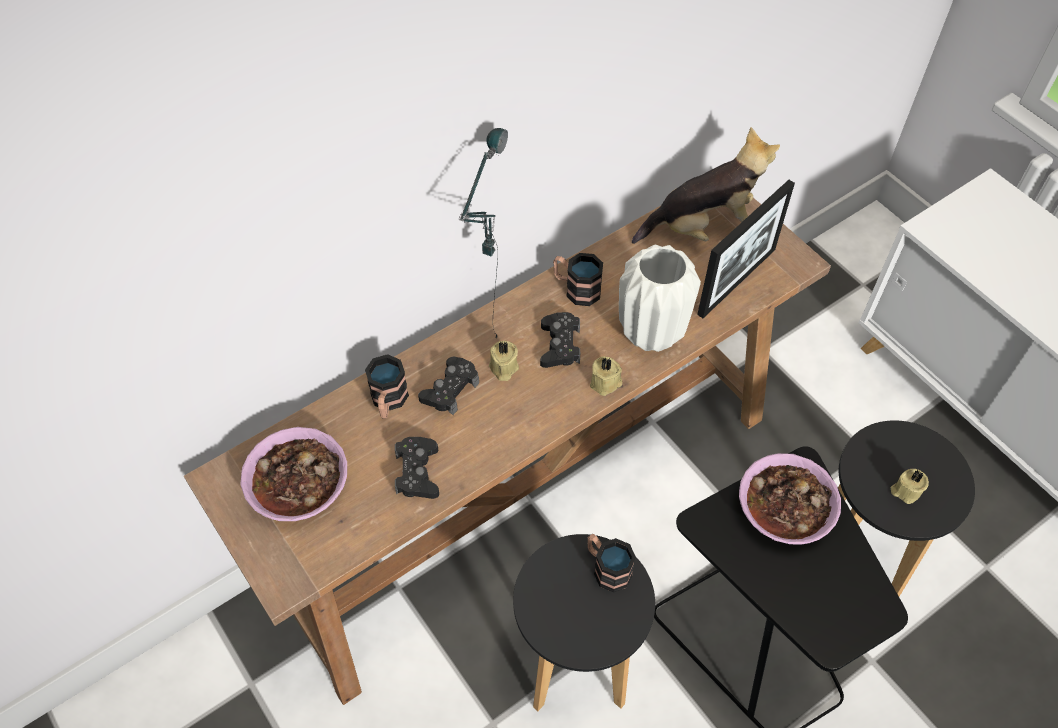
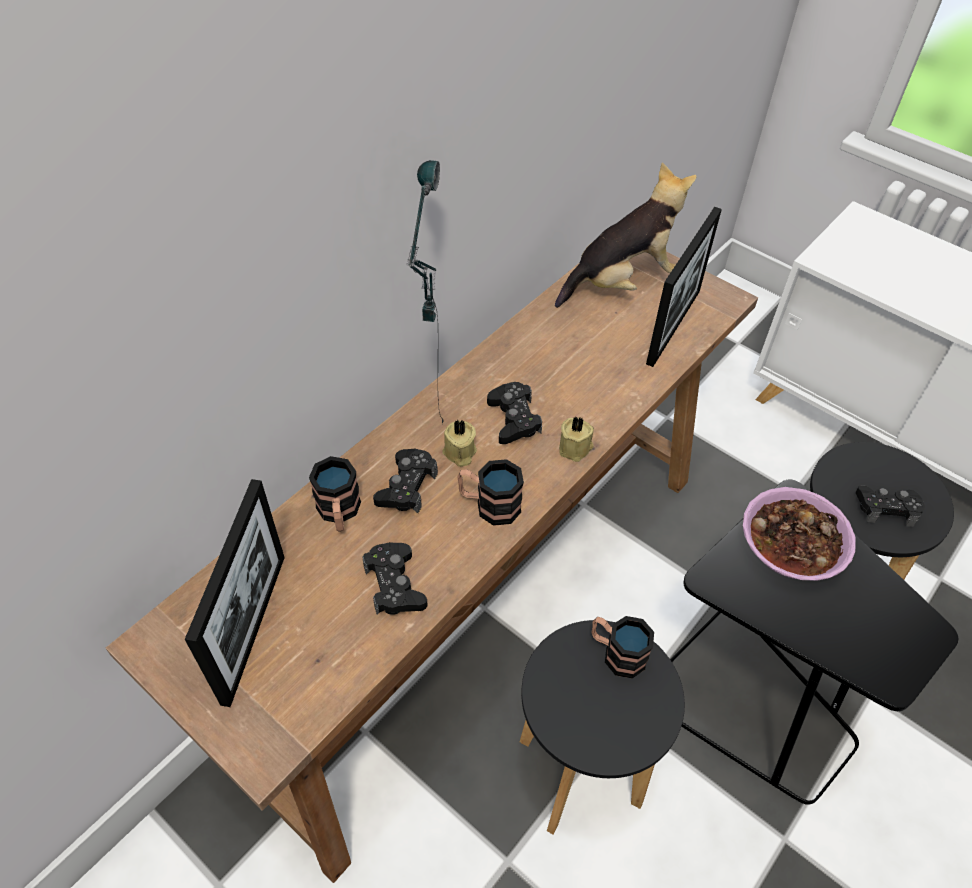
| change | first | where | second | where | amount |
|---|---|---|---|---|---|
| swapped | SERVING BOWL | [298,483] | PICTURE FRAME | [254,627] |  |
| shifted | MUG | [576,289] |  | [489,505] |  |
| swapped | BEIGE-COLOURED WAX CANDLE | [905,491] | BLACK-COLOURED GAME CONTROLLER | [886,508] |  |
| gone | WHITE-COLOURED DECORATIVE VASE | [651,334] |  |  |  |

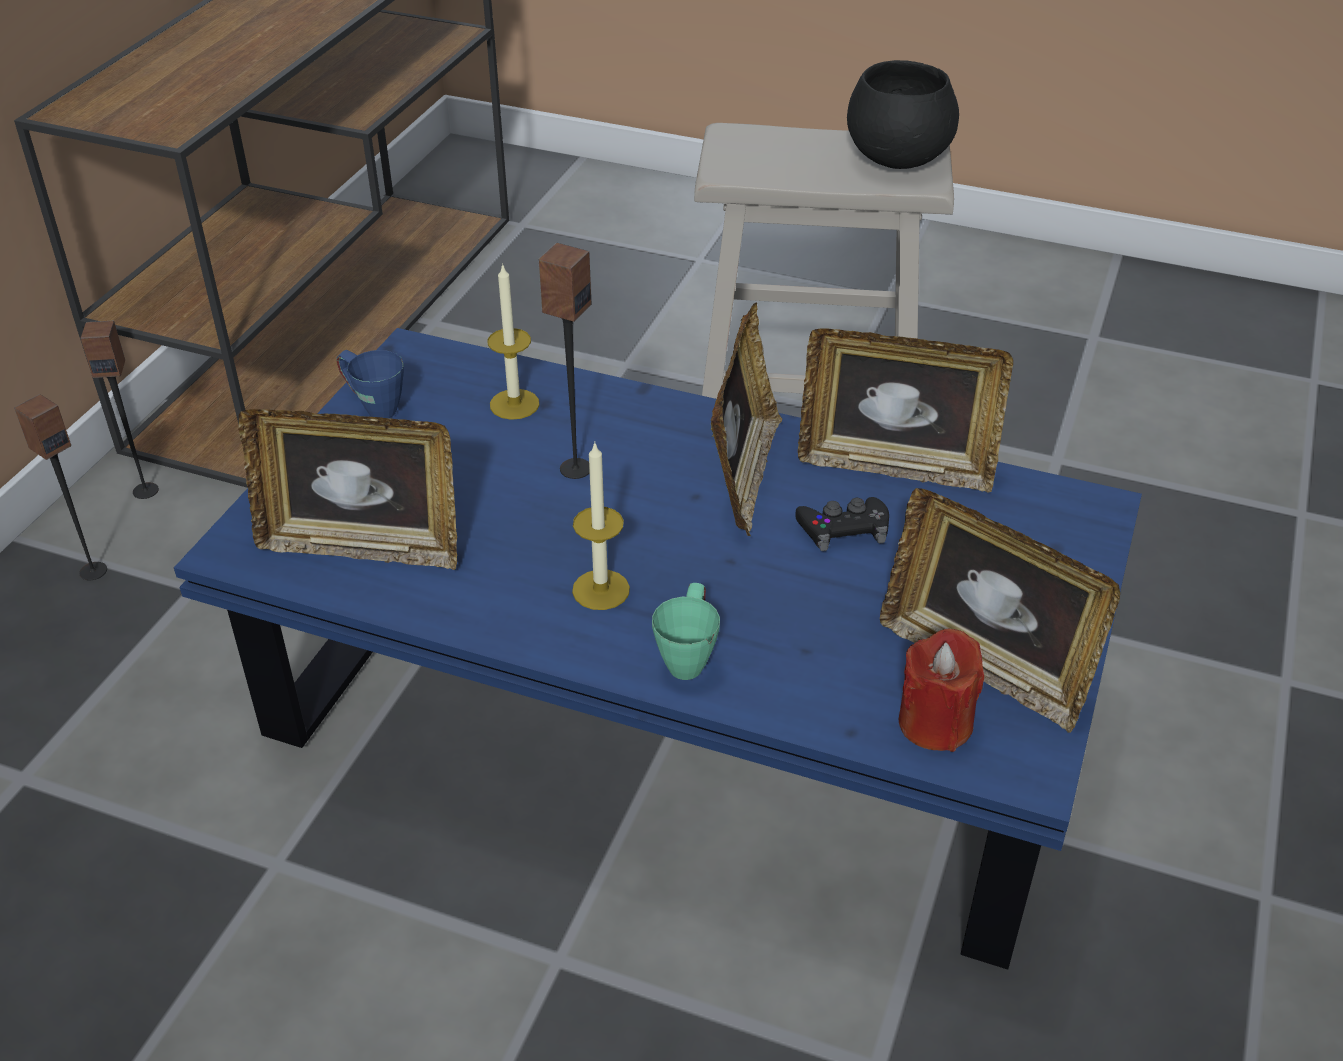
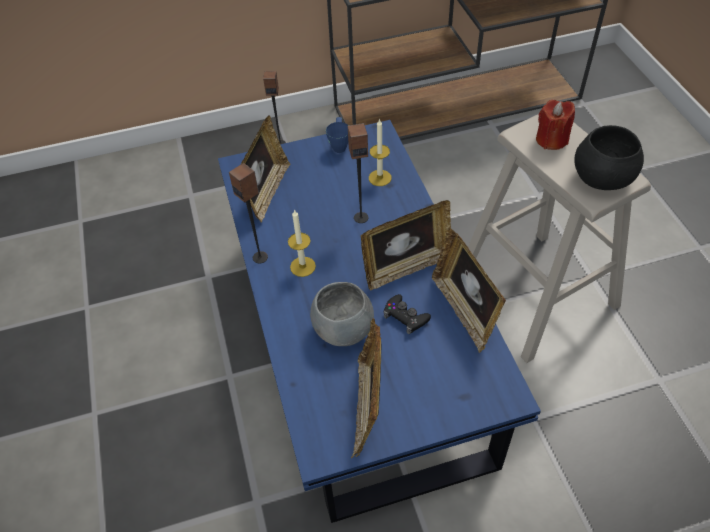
| change | first | where | second | where | amount |
|---|---|---|---|---|---|
| shifted | LOUDSPEAKER | [146,490] |  | [260,257] |  |
| rotated | PICTURE FRAME | [362,546] |  | [267,192] | 135 degrees counterclockwise |
| new |  |  | GREYISH SERVING BOWL | [344,328] |  |
| shifted | RED-COLOURED WAX CANDLE | [935,723] |  | [551,140] |  |
| gone | GREENISH MUG | [688,656] |  |  |  |

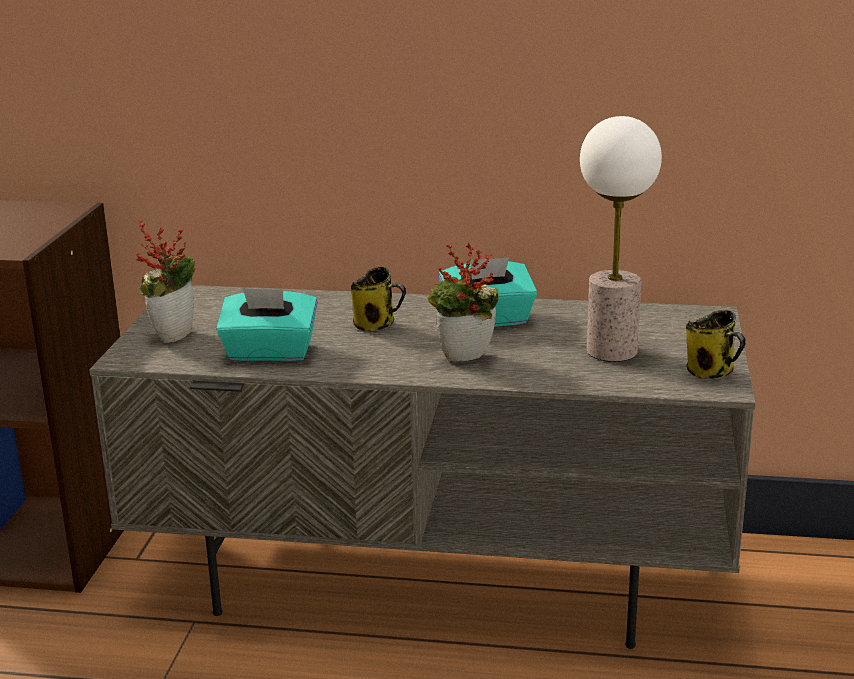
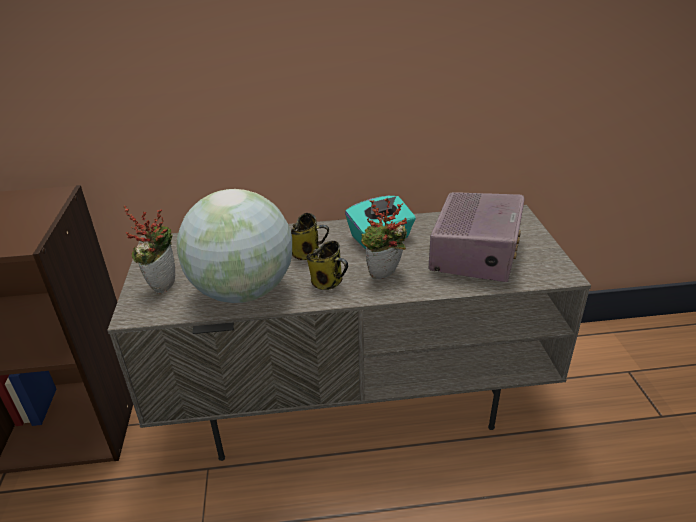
| change | first | where | second | where | amount |
|---|---|---|---|---|---|
| swapped | BLUE-GREEN TISSUE BOX | [269,353] | GLOBE | [243,291] |  |
| shifted | MUG | [712,372] |  | [328,283] |  |
| swapped | TABLE LAMP | [612,351] | RADIO RECEIVER | [475,253] |  |

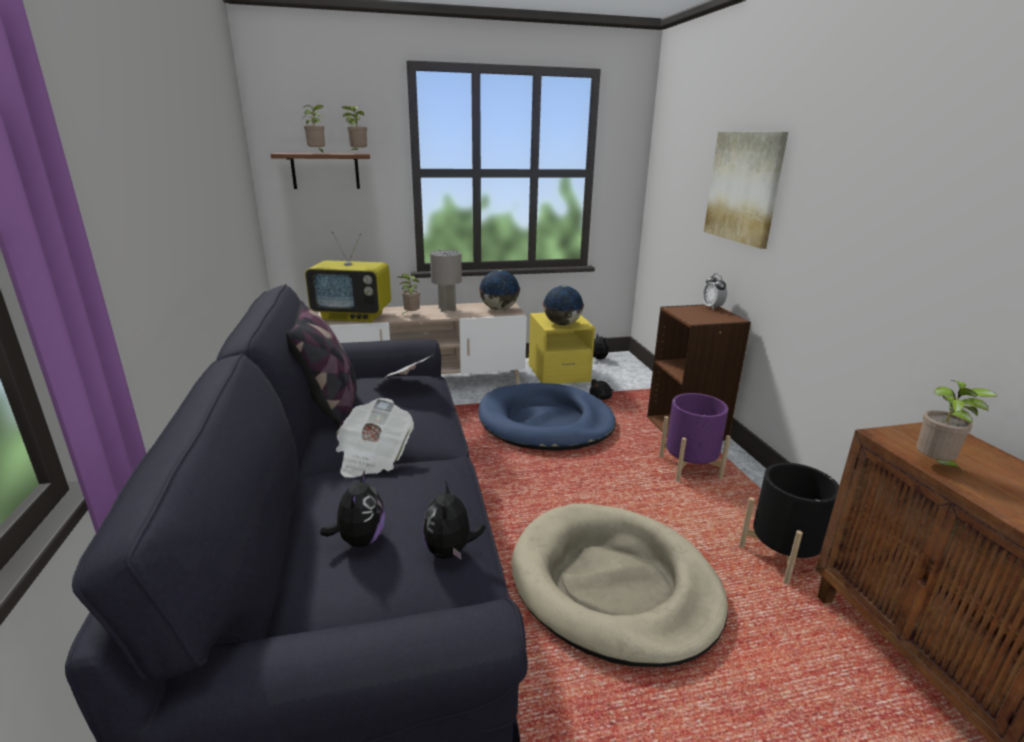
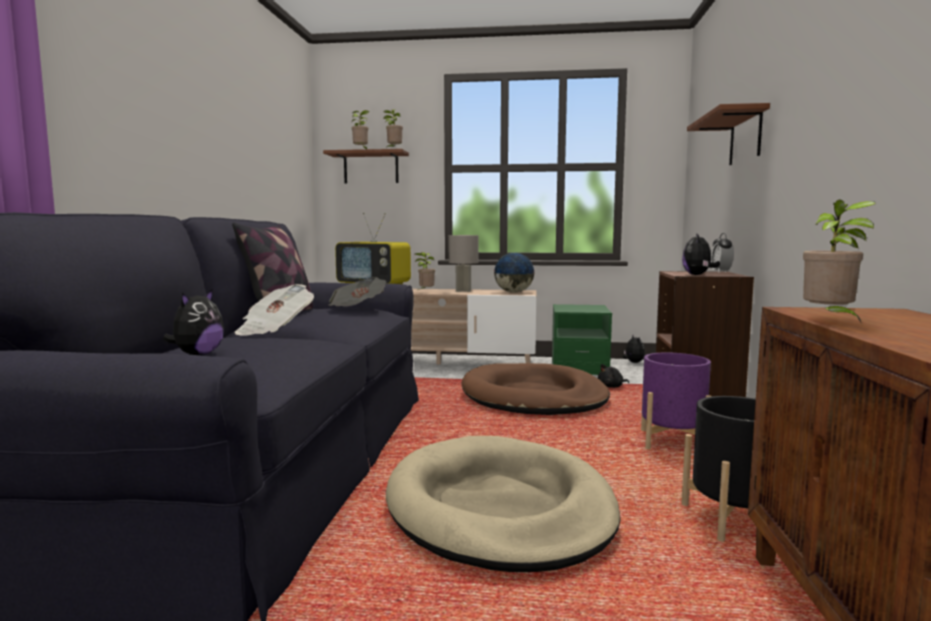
| change | first | where | second | where | amount |
|---|---|---|---|---|---|
| repainted | BLUISH PET BED | [545,422] | BROWNISH PET BED | [533,396] |  |
| repainted | YELLOWISH BEDSIDE TABLE | [558,373] | GREENISH BEDSIDE TABLE | [579,368] |  |
| shifted | PLUSH TOY | [451,551] |  | [698,275] |  |
| swapped | PICTURE | [744,187] | BROWNISH WALL SHELF | [745,138] |  |
| gone | GLOBE | [562,324] |  |  |  |

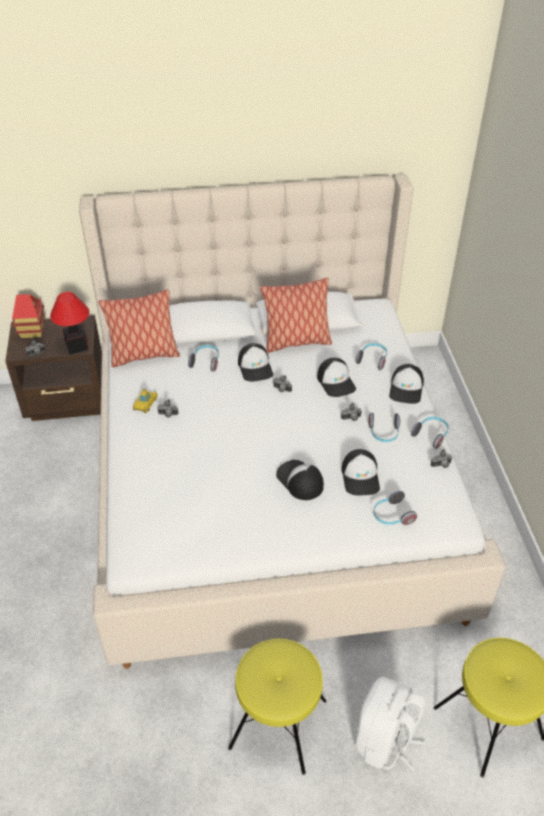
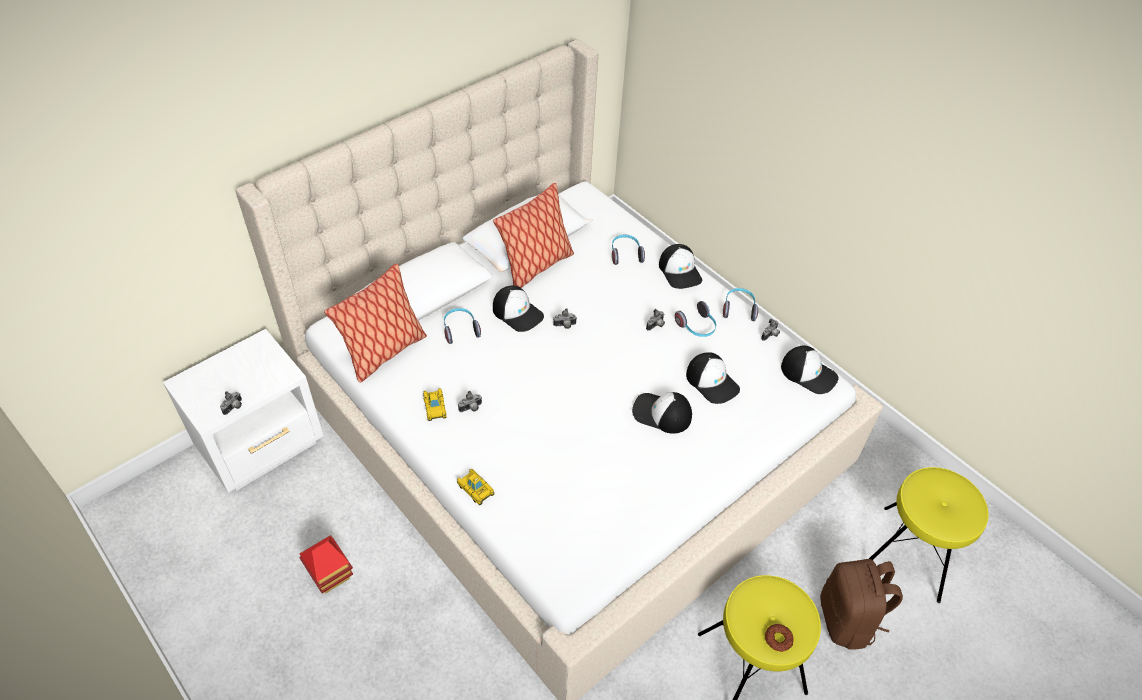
| change | first | where | second | where | amount |
|---|---|---|---|---|---|
| repainted | BROWNISH BEDSIDE TABLE | [68,401] | WHITE-COLOURED BEDSIDE TABLE | [263,446] |  |
| shifted | TOY HOUSE | [32,330] |  | [330,575] |  |
| new |  |  | MINIATURE CAR | [475,489] |  |
| new |  |  | DONUT | [778,639] |  |
| shifted | PEAKED CAP | [336,382] |  | [809,373] |  |
| repainted | WHITE-COLOURED BACKPACK | [385,740] | BROWNISH BACKPACK | [847,620] |  |
| gone | TABLE LAMP | [77,346] |  |  |  |
| gone | HEADSET | [392,516] |  |  |  |

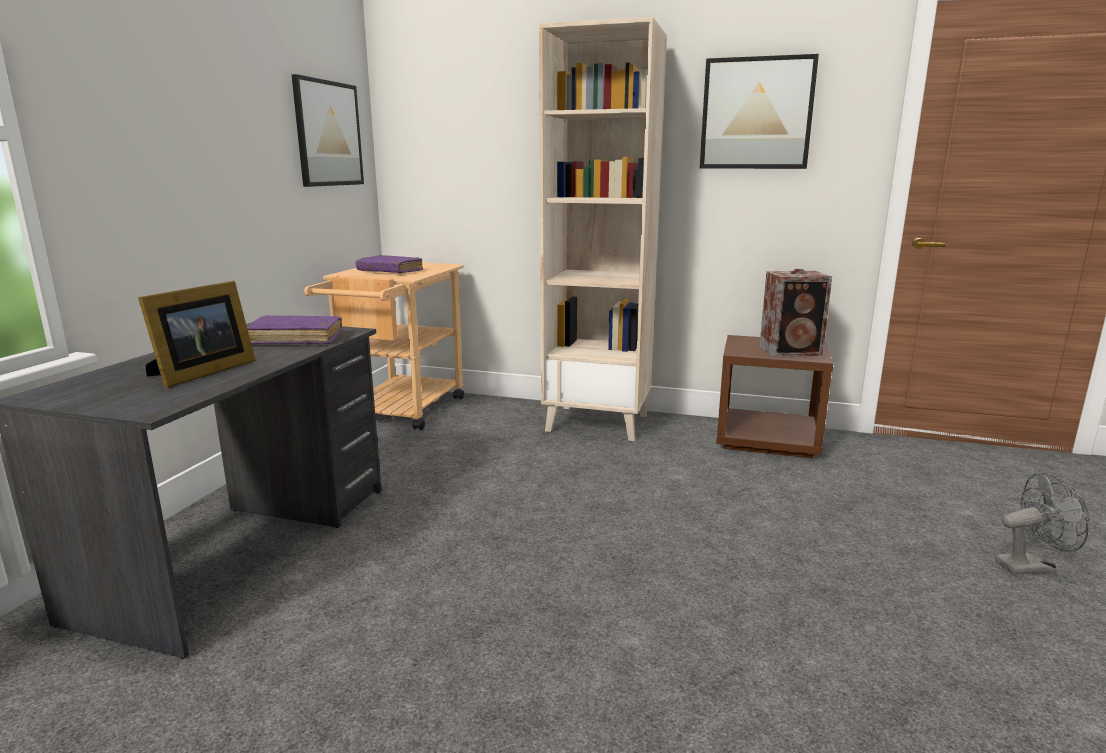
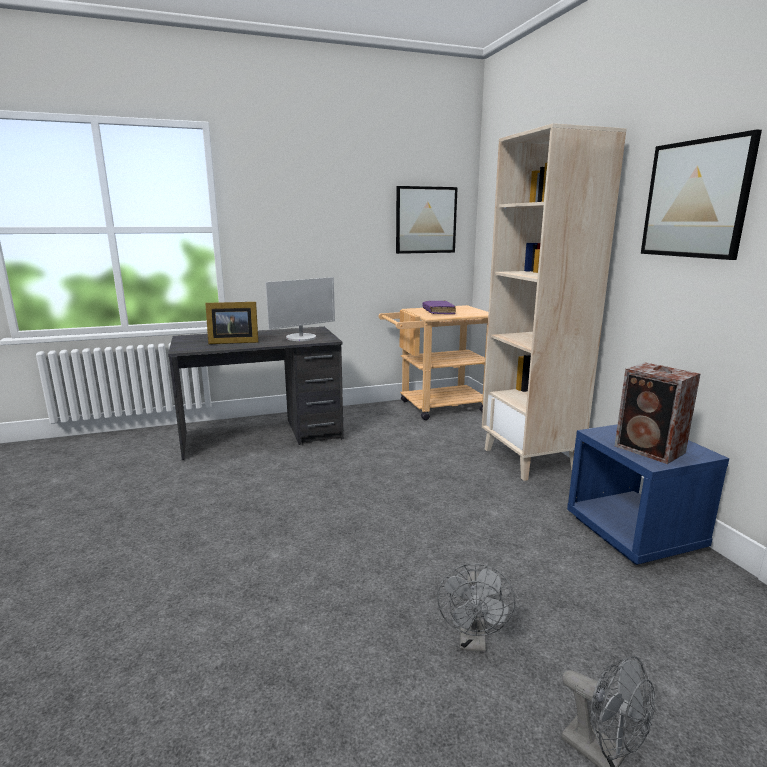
| change | first | where | second | where | amount |
|---|---|---|---|---|---|
| swapped | PURPLE VOLUME | [296,339] | COMPUTER SCREEN | [301,337] |  |
| new |  |  | GREYISH COOLING FAN | [473,641] |  |
| repainted | BROWNISH BEDSIDE TABLE | [767,439] | BLUISH BEDSIDE TABLE | [634,533] |  |

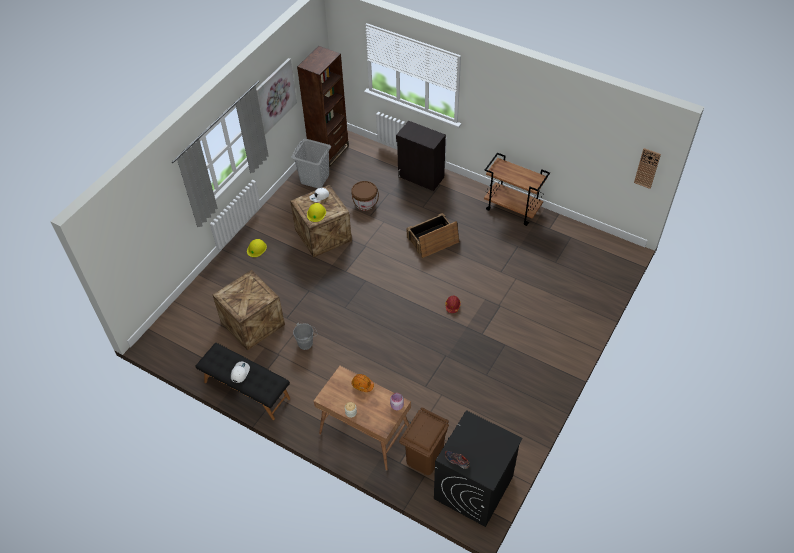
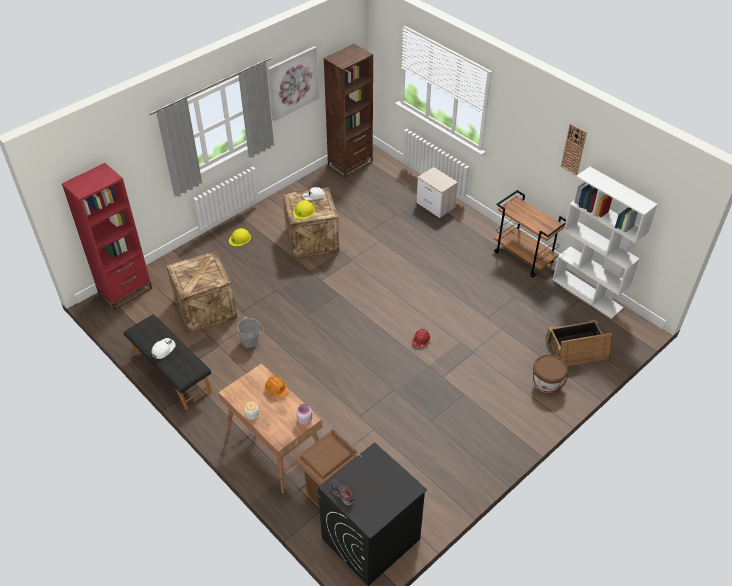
| change | first | where | second | where | amount |
|---|---|---|---|---|---|
| new |  |  | RED-COLOURED BOOKCASE | [125,291] |  |
| swapped | BLACK-COLOURED STORAGE CABINET | [421,177] | BEDSIDE TABLE | [436,206] |  |
| shifted | BROWNISH WATER BUCKET | [365,203] |  | [546,383] |  |
| shifted | PACKING CRATE | [432,240] |  | [576,349] |  |
| new |  |  | WHITE-COLOURED BOOKCASE | [588,293] |  |
| shifted | WALL CLOCK | [647,168] |  | [574,149] |  |
| gone | GREYISH LAUNDRY BASKET | [314,179] |  |  |  |

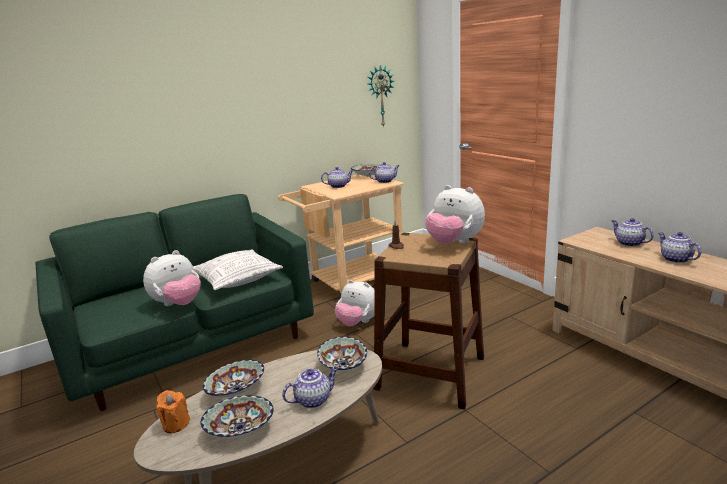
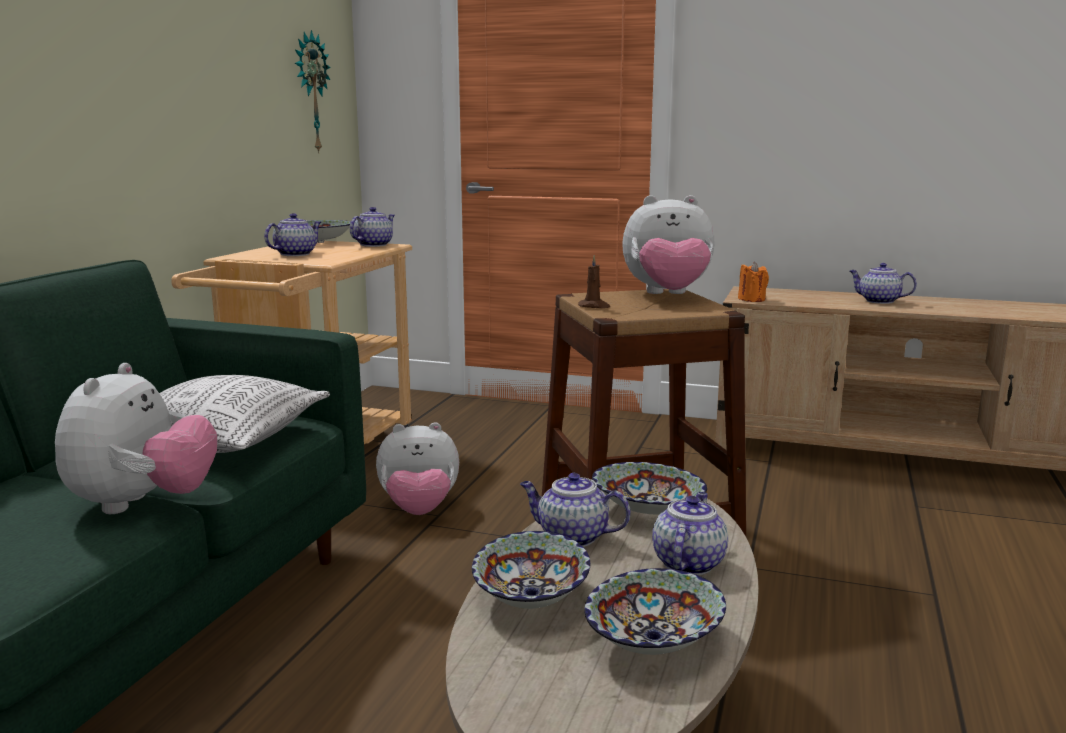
| change | first | where | second | where | amount |
|---|---|---|---|---|---|
| shifted | TEA POT | [628,243] |  | [571,537] |  |
| shifted | ORANGEY WAX CANDLE | [176,424] |  | [752,299] |  |

